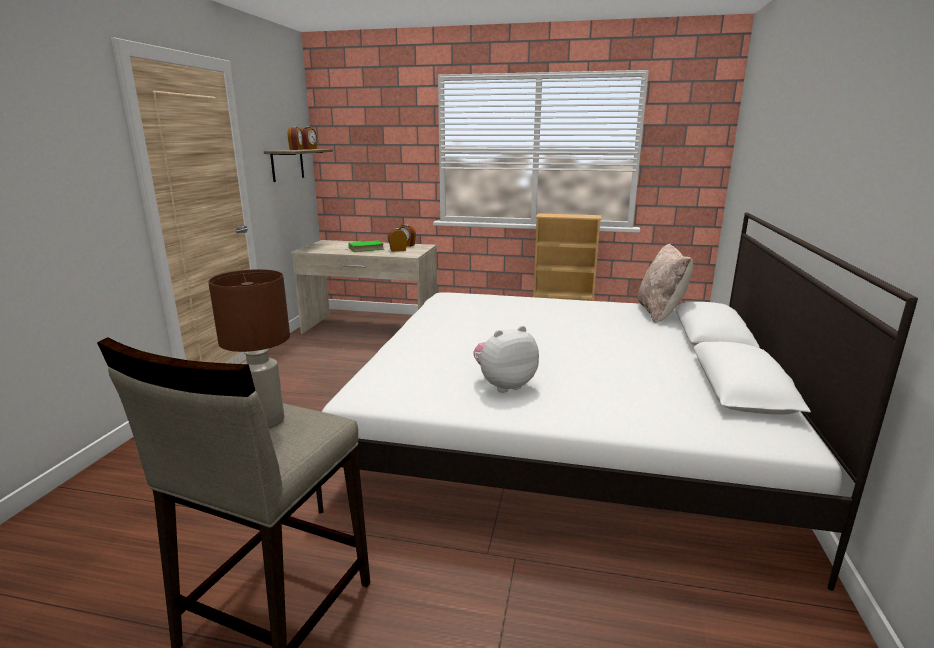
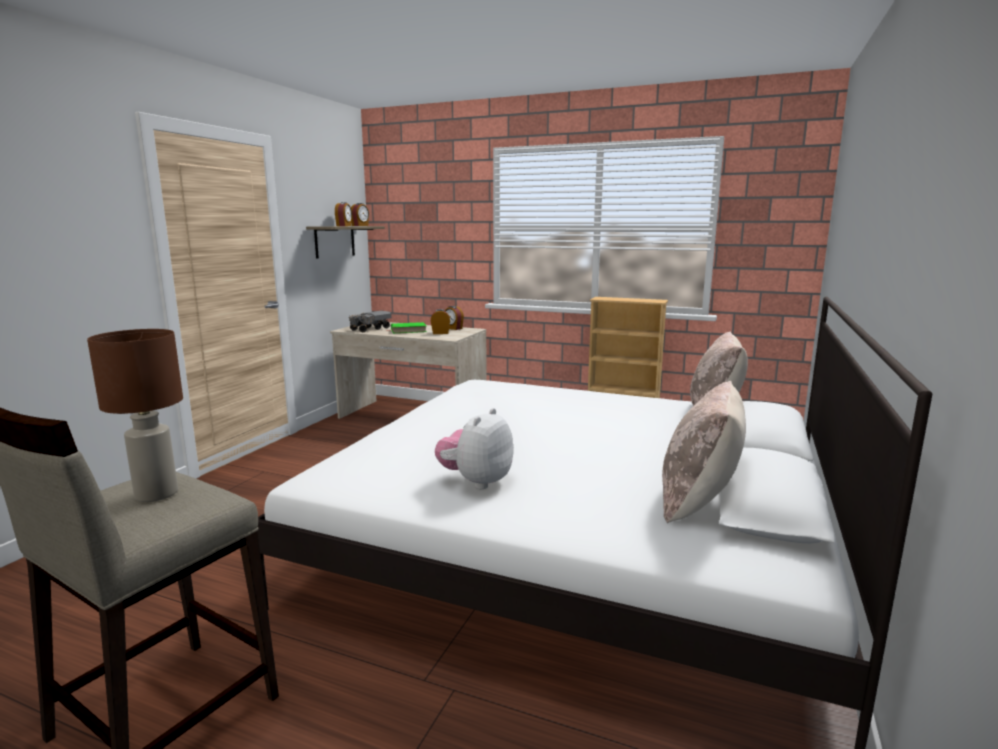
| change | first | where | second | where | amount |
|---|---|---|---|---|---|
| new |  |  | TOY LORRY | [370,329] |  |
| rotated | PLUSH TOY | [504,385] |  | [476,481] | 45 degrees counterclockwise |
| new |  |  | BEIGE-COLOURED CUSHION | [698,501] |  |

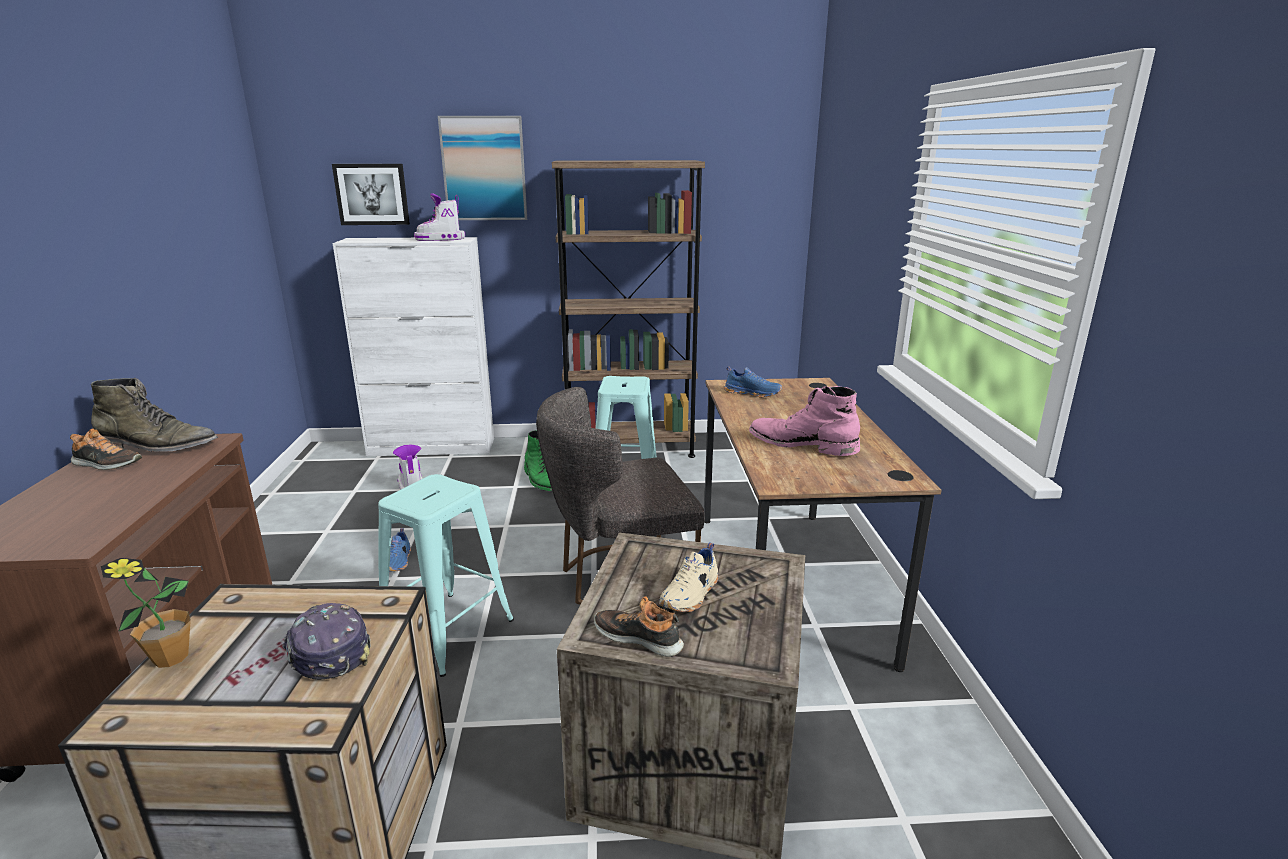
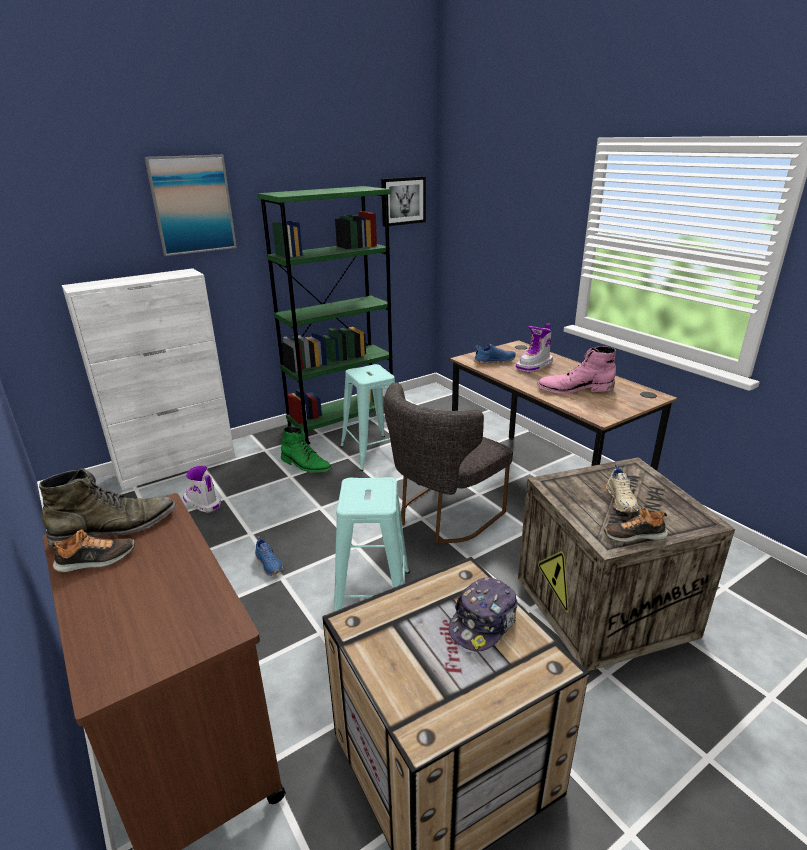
| change | first | where | second | where | amount |
|---|---|---|---|---|---|
| repainted | BROWNISH BOOKCASE | [629,447] | GREENISH BOOKCASE | [341,422] |  |
| shifted | PICTURE | [372,194] |  | [403,201] |  |
| rotated | PEAKED CAP | [328,651] |  | [483,622] | 75 degrees counterclockwise |
| shifted | TALL BOOT | [440,239] |  | [534,365] |  |
| gone | HOUSEPLANT | [171,658] |  |  |  |

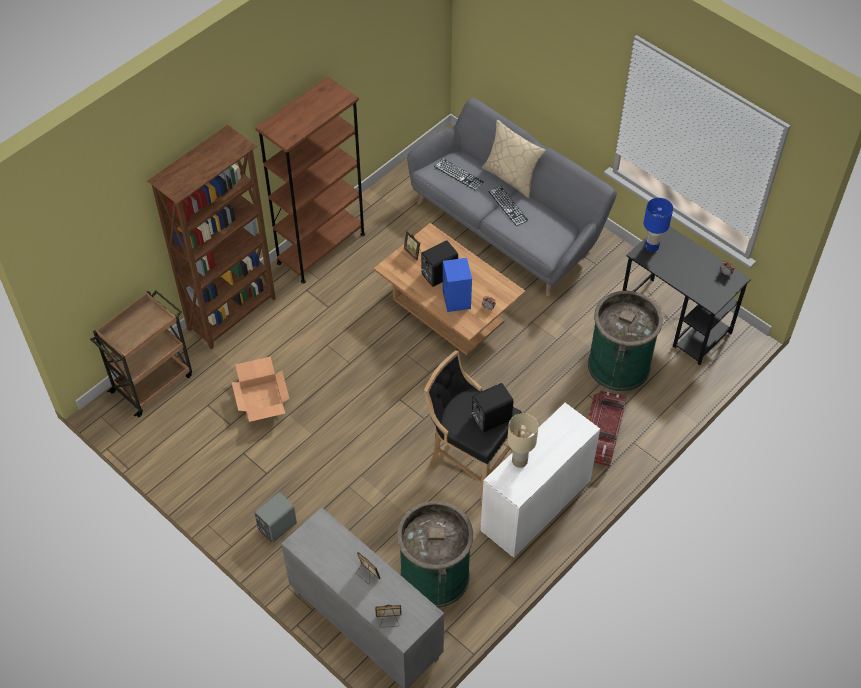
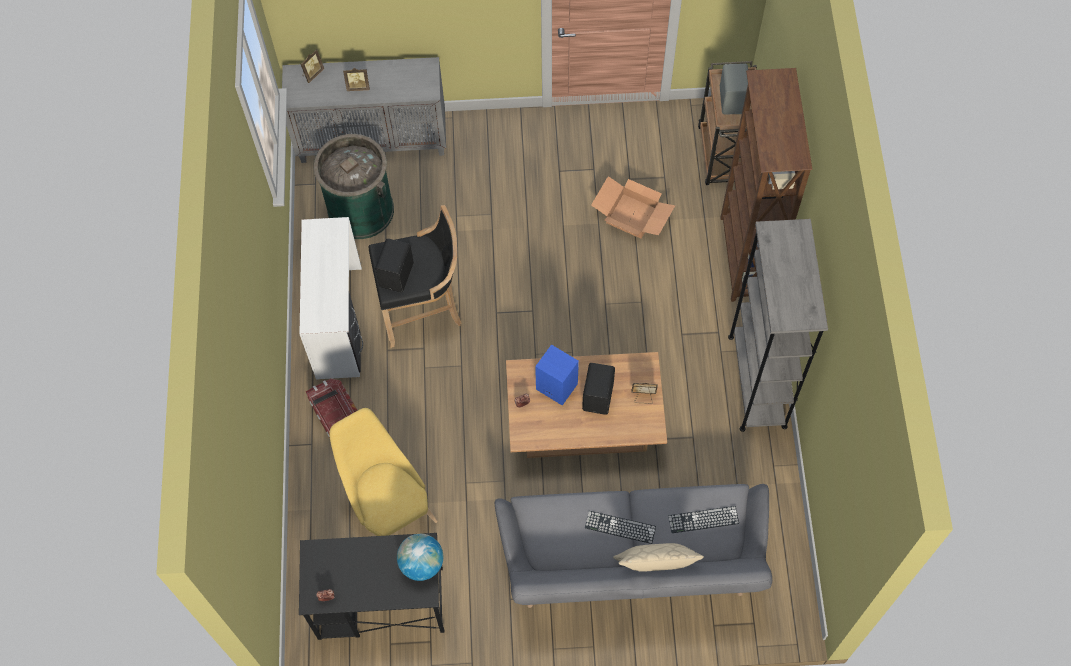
| change | first | where | second | where | amount |
|---|---|---|---|---|---|
| swapped | GREENISH TRASH CAN | [618,365] | YELLOWISH CHAIR | [389,507] |  |
| swapped | BLUISH TABLE LAMP | [651,247] | GLOBE | [421,563] |  |
| shifted | GREYISH LOUDSPEAKER | [276,526] |  | [733,100] |  |
| repainted | BROWNISH BOOKCASE | [321,248] | GREYISH BOOKCASE | [757,381] |  |
| gone | BEIGE-COLOURED TABLE LAMP | [519,461] |  |  |  |

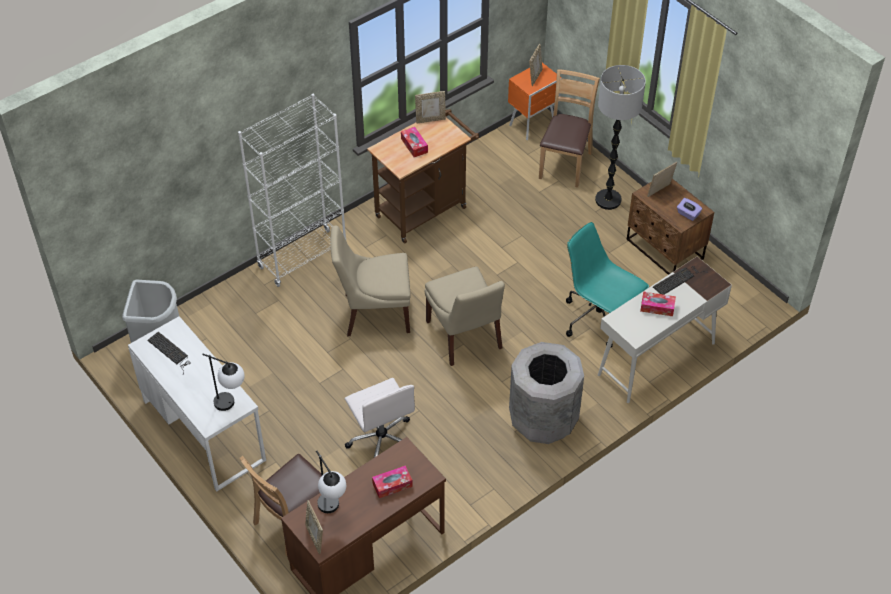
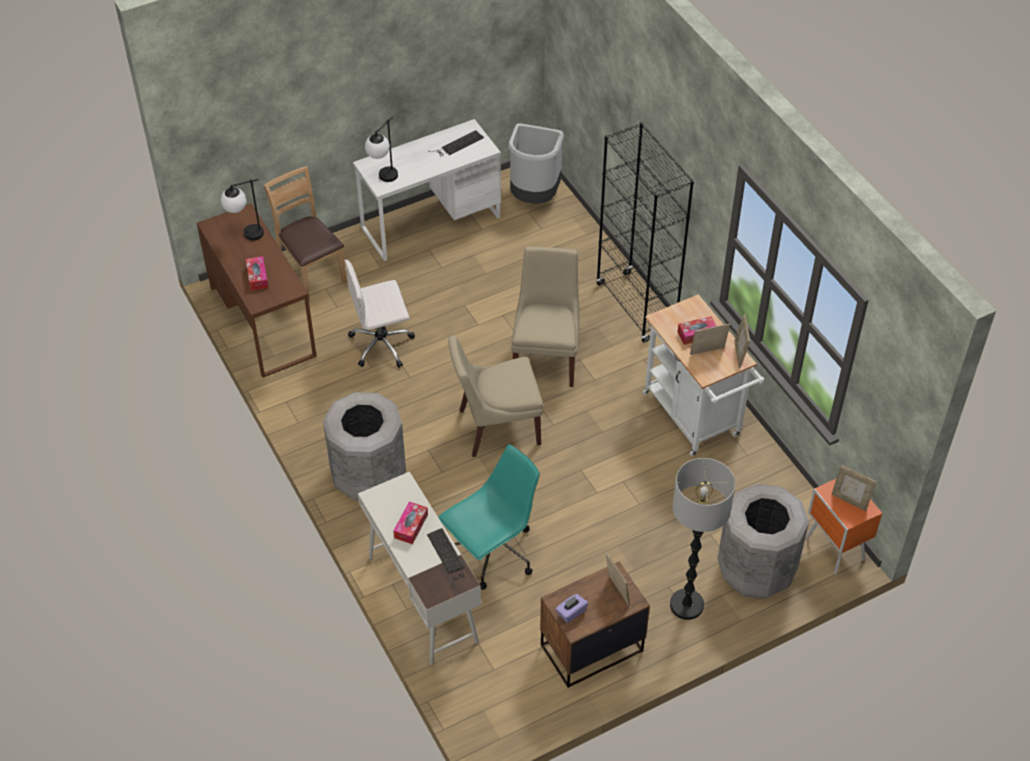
| change | first | where | second | where | amount |
|---|---|---|---|---|---|
| repainted | WHITE-COLOURED BOOKCASE | [303,257] | BLACK-COLOURED BOOKCASE | [636,307] |  |
| repainted | BROWNISH CART | [425,209] | WHITE-COLOURED CART | [695,419] |  |
| shifted | PICTURE FRAME | [315,538] |  | [707,352] |  |
| swapped | BROWNISH CHAIR | [565,165] | GREYISH TRASH CAN | [756,571] |  |

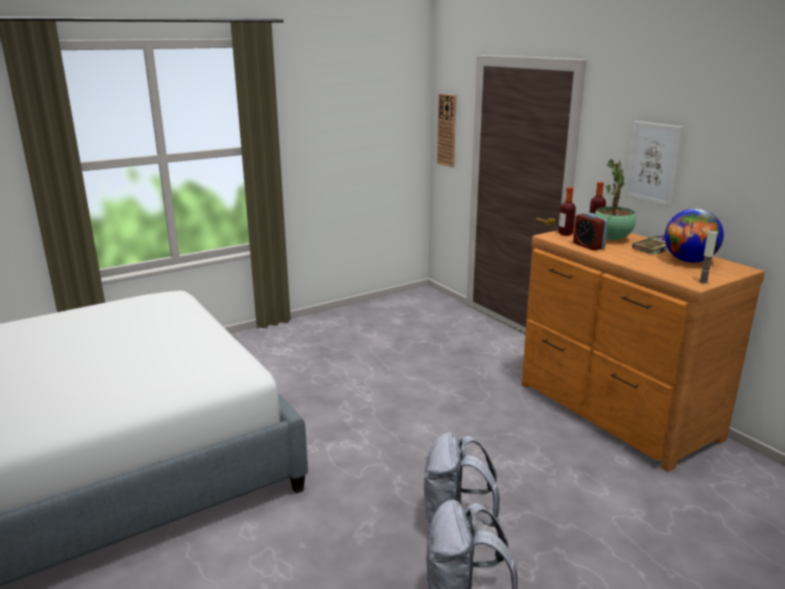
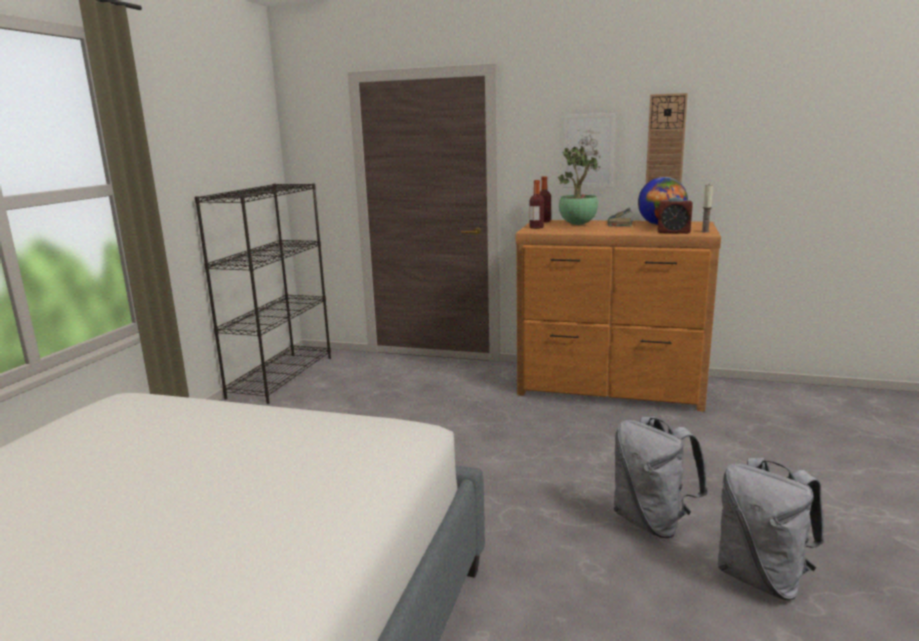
| change | first | where | second | where | amount |
|---|---|---|---|---|---|
| new |  |  | BLACK-COLOURED BOOKCASE | [281,376] |  |
| shifted | WALL CLOCK | [447,130] |  | [665,143] |  |
| shifted | ALARM CLOCK | [588,246] |  | [673,232] |  |

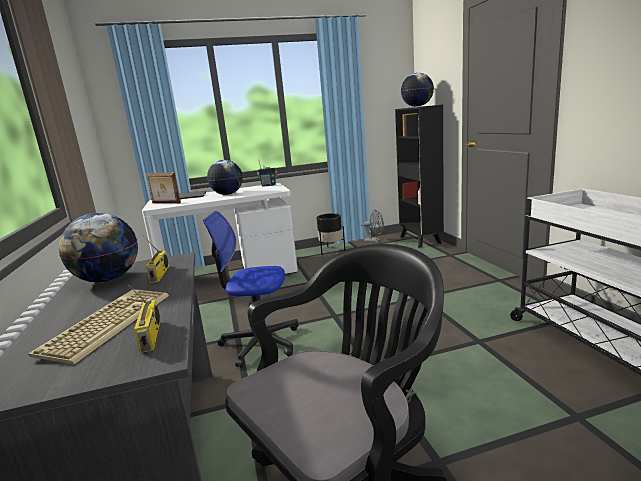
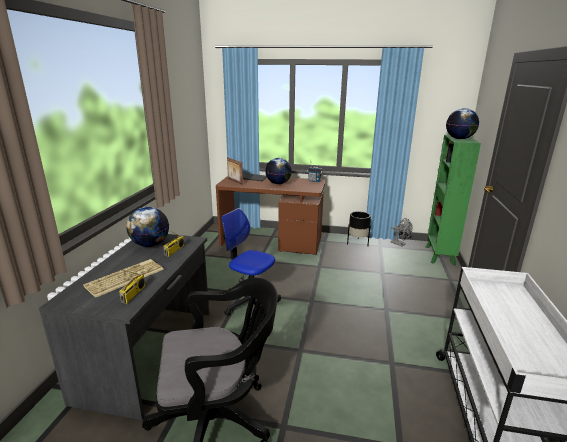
| change | first | where | second | where | amount |
|---|---|---|---|---|---|
| repainted | WHITE-COLOURED DESK TABLE | [231,275] | BROWNISH DESK TABLE | [272,241] |  |
| repainted | BLACK-COLOURED BOOKCASE | [420,240] | GREENISH BOOKCASE | [439,256] |  |

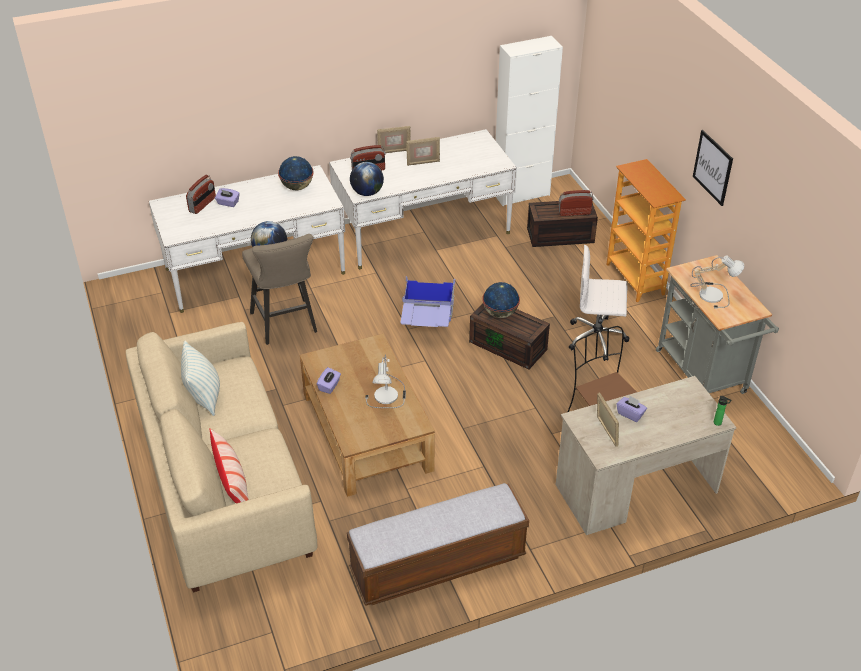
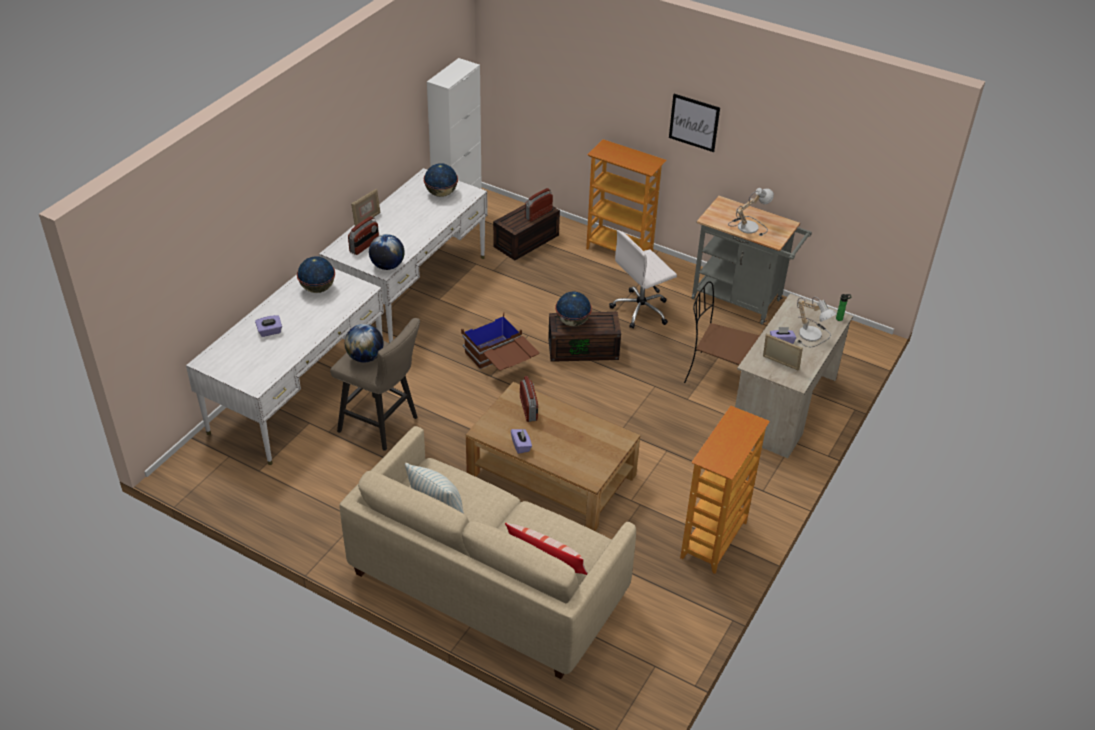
| change | first | where | second | where | amount |
|---|---|---|---|---|---|
| new |  |  | GLOBE | [441,193] |  |
| repainted | BLUISH STORAGE CONTAINER | [427,323] | BROWNISH STORAGE CONTAINER | [500,363] |  |
| shifted | RADIO RECEIVER | [202,205] |  | [529,409] |  |
| swapped | INDOOR BENCH | [437,564] | BOOKCASE | [714,540] |  |
| shifted | TABLE LAMP | [388,397] |  | [813,334] |  |
| gone | PICTURE FRAME | [423,162] |  |  |  |

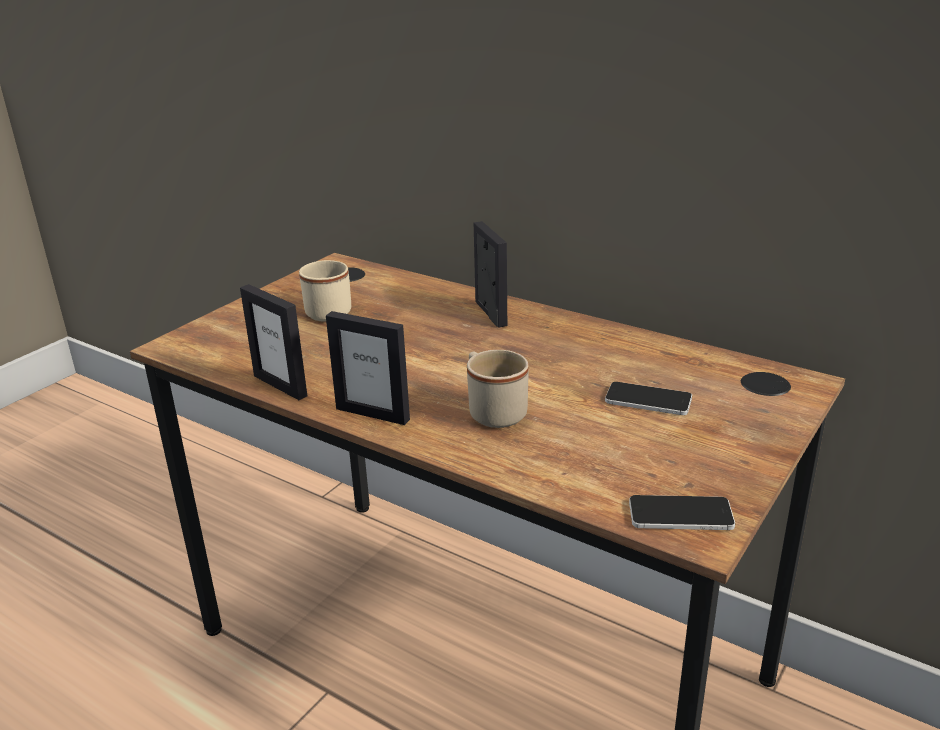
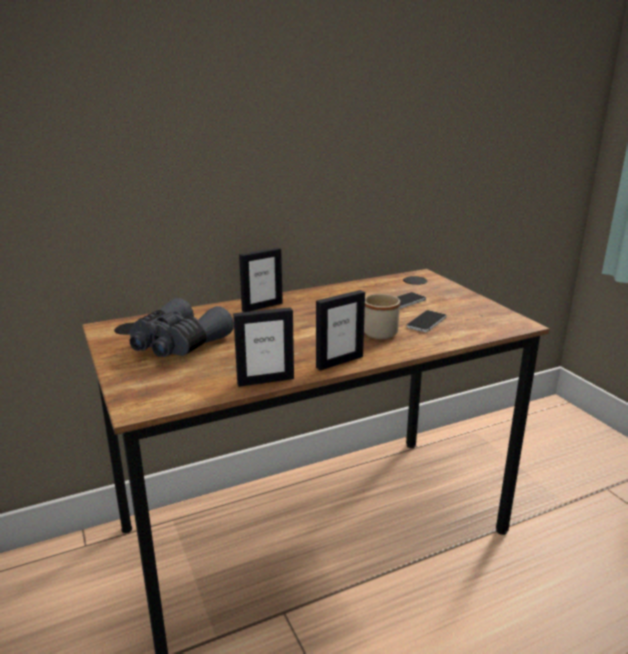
| change | first | where | second | where | amount |
|---|---|---|---|---|---|
| swapped | BEIGE-COLOURED MUG | [329,310] | GREYISH FIELD GLASSES | [177,344] |  |
| rotated | PICTURE FRAME | [490,313] |  | [262,307] | 135 degrees clockwise |
| shifted | TELEPHONE | [680,514] |  | [426,322] |  |

